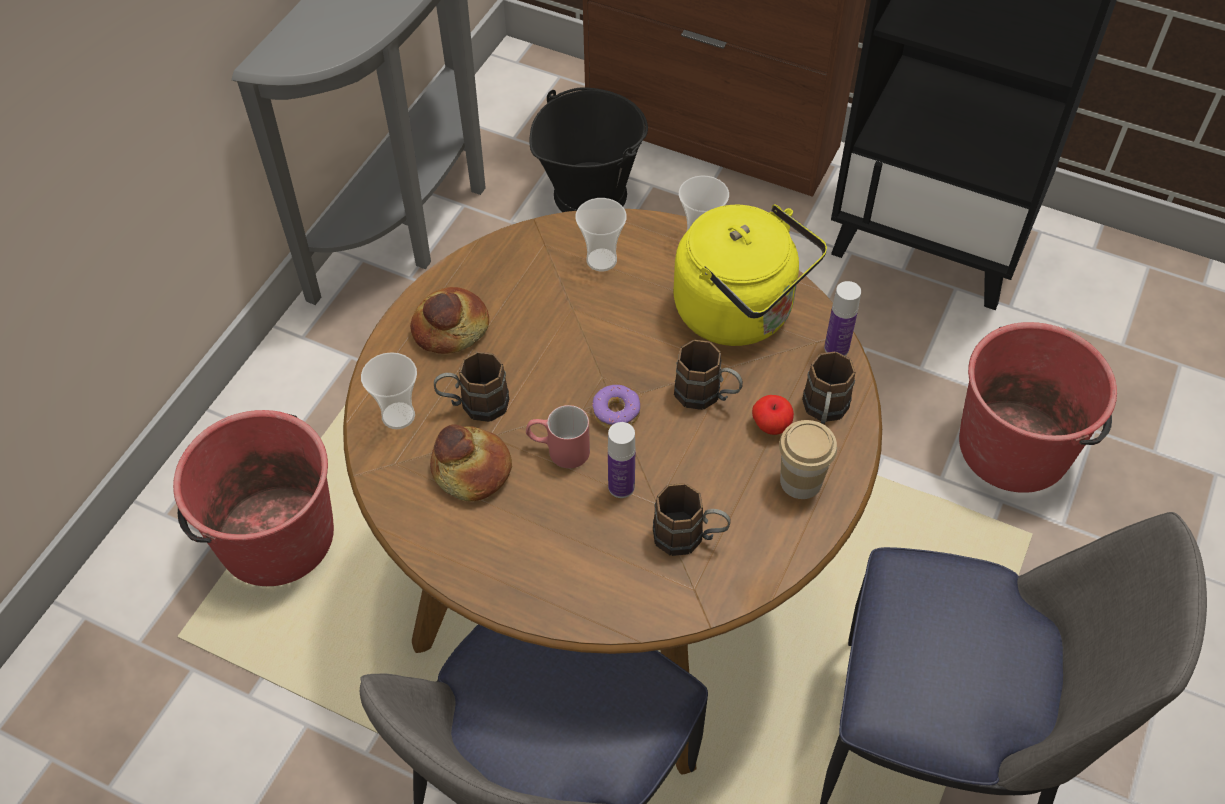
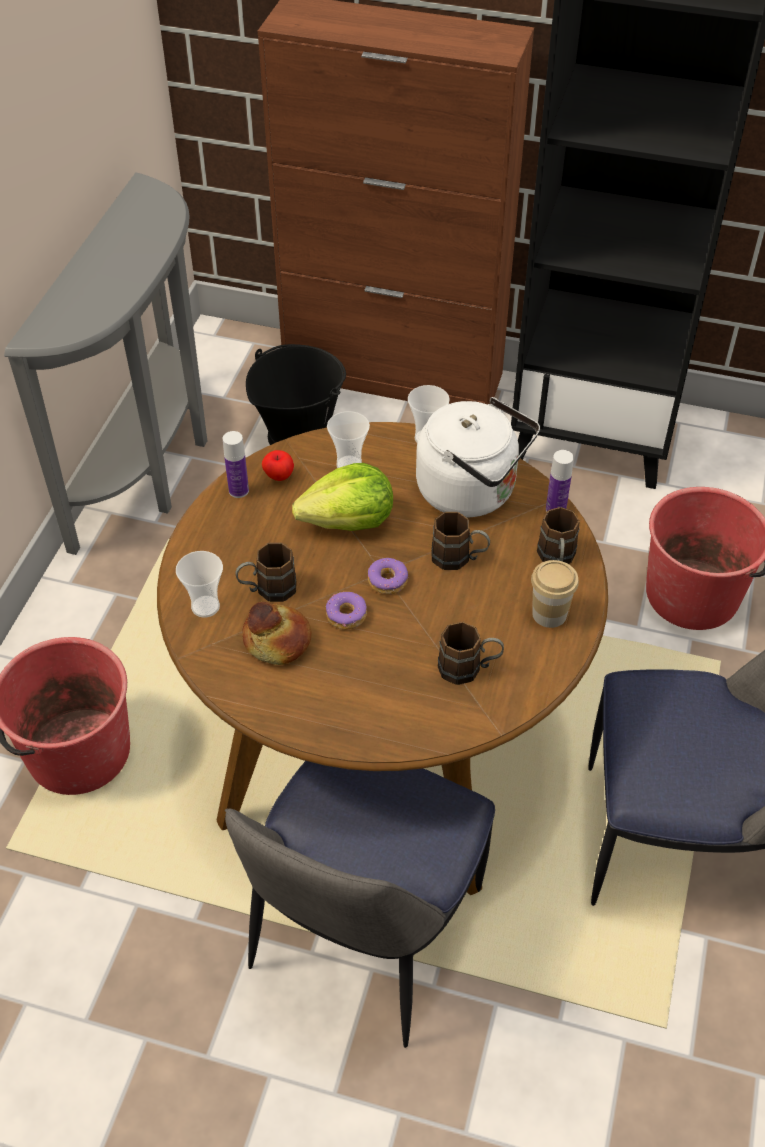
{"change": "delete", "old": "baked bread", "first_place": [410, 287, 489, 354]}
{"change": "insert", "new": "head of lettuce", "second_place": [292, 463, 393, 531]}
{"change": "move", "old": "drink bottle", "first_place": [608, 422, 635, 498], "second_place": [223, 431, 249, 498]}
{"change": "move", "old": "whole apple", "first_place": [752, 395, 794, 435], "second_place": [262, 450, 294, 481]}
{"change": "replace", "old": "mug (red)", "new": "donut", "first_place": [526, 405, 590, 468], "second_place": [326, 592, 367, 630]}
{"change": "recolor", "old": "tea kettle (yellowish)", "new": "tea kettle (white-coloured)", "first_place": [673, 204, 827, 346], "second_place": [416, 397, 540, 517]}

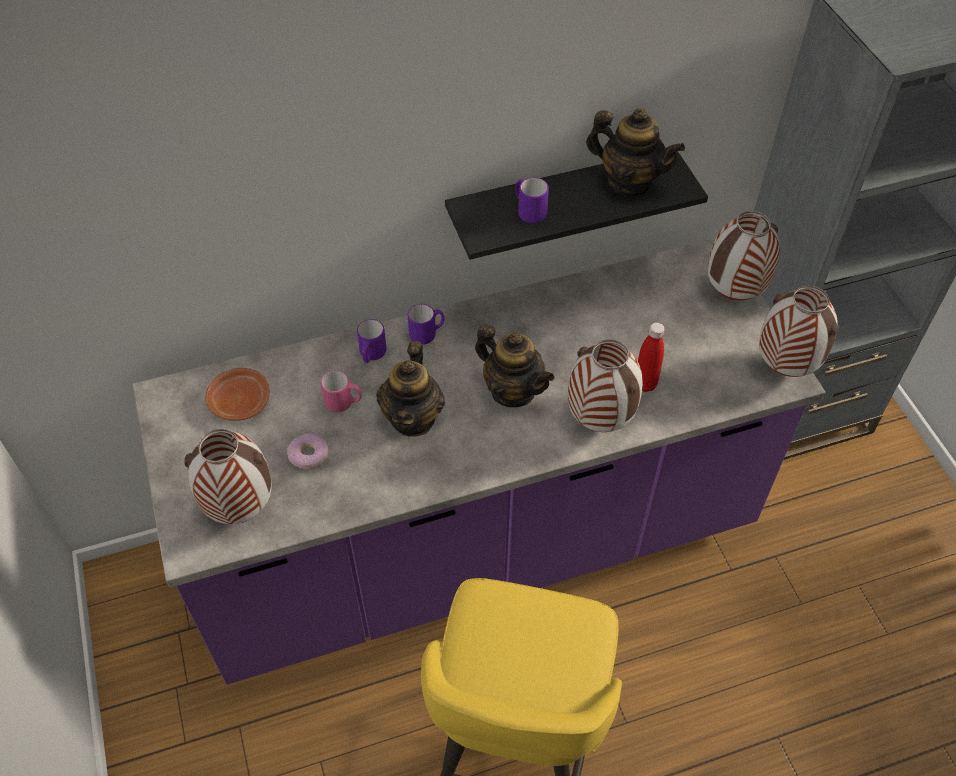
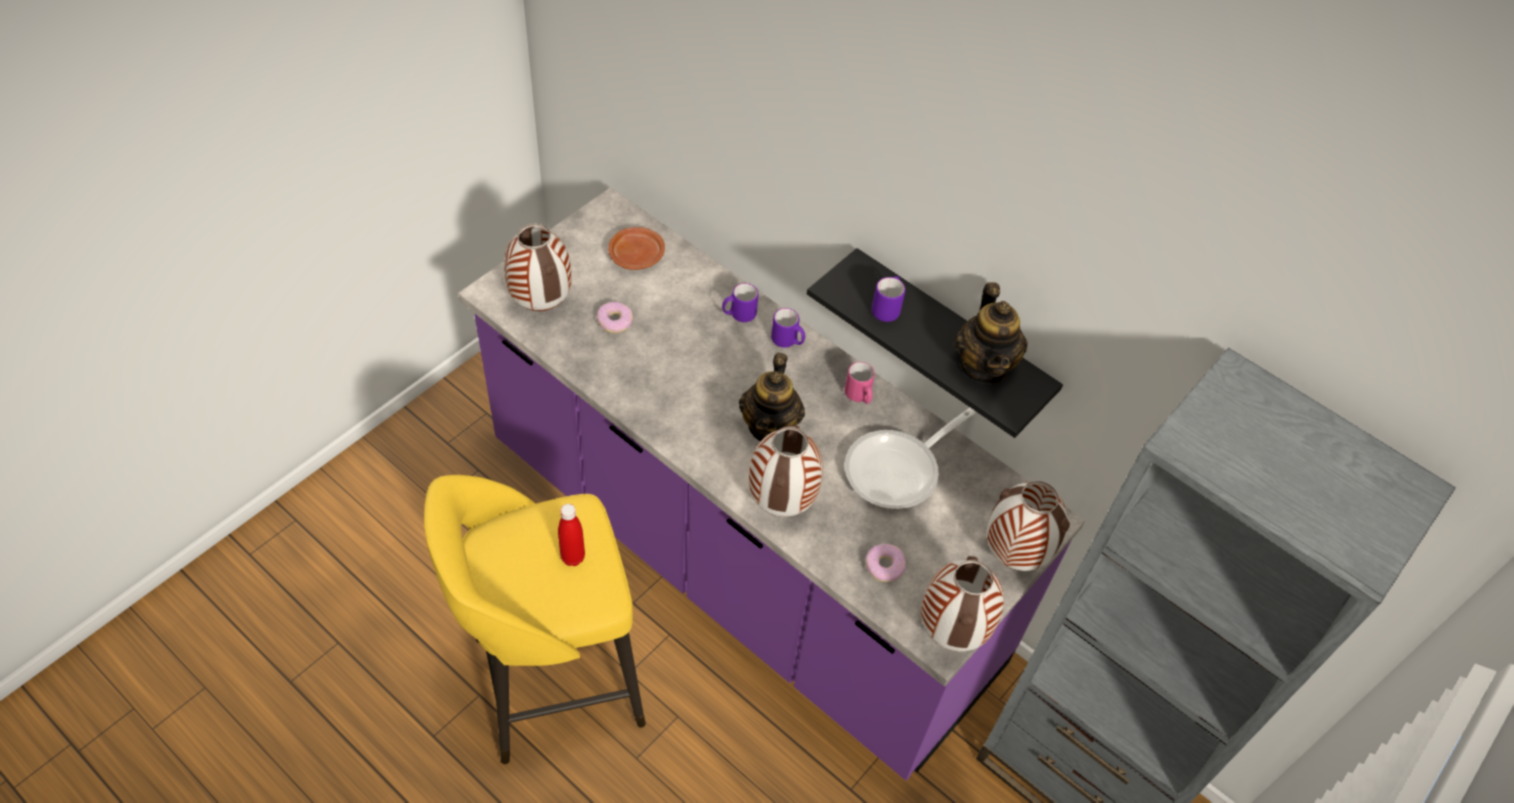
{"change": "delete", "old": "pot for tea", "first_place": [376, 341, 445, 437]}
{"change": "insert", "new": "skillet", "second_place": [845, 408, 976, 509]}
{"change": "insert", "new": "donut", "second_place": [866, 544, 906, 582]}
{"change": "move", "old": "mug (pink)", "first_place": [321, 370, 362, 413], "second_place": [845, 362, 875, 404]}
{"change": "move", "old": "drink bottle (red)", "first_place": [638, 322, 665, 392], "second_place": [558, 504, 585, 566]}

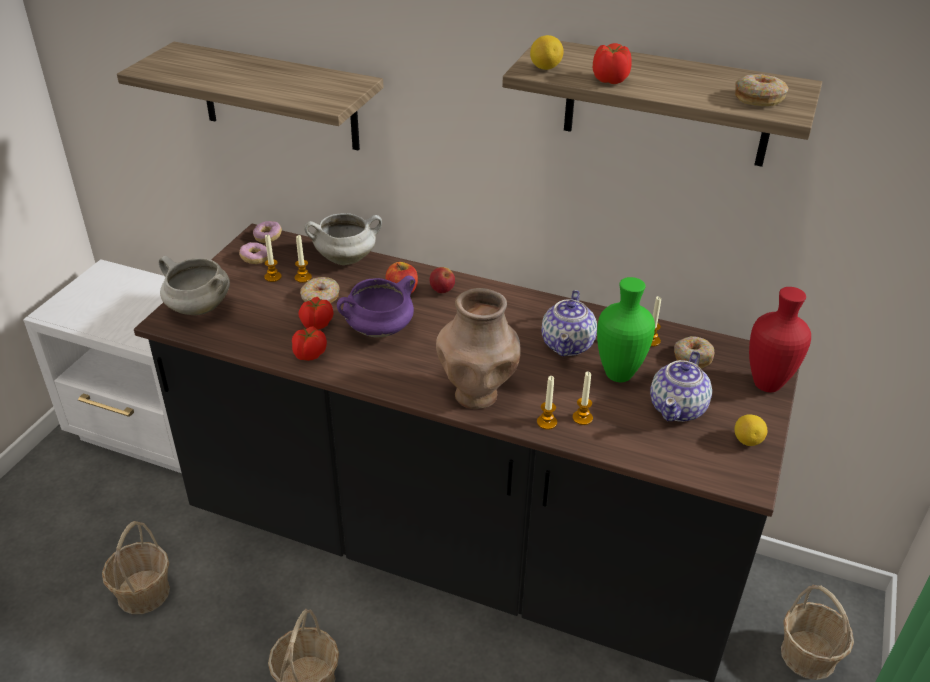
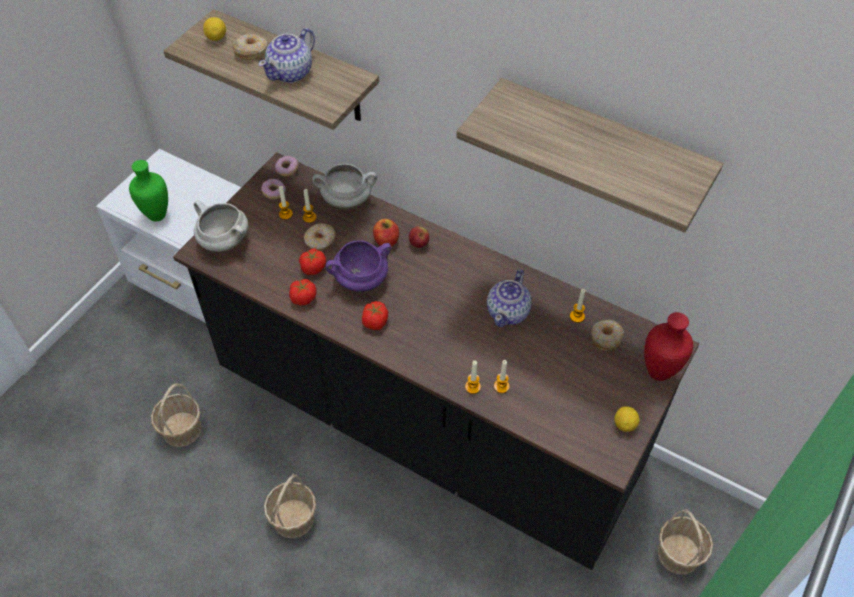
{"change": "delete", "old": "decorative vase (brown-coloured)", "first_place": [436, 288, 521, 409]}
{"change": "move", "old": "lemon", "first_place": [530, 35, 564, 70], "second_place": [203, 17, 226, 41]}
{"change": "move", "old": "whole tomato", "first_place": [593, 43, 632, 84], "second_place": [362, 301, 388, 330]}
{"change": "move", "old": "decorative vase (green-coloured)", "first_place": [597, 277, 655, 382], "second_place": [129, 160, 168, 222]}
{"change": "move", "old": "pot for tea", "first_place": [650, 351, 712, 422], "second_place": [258, 28, 315, 83]}
{"change": "move", "old": "donut", "first_place": [735, 74, 789, 106], "second_place": [232, 34, 268, 60]}

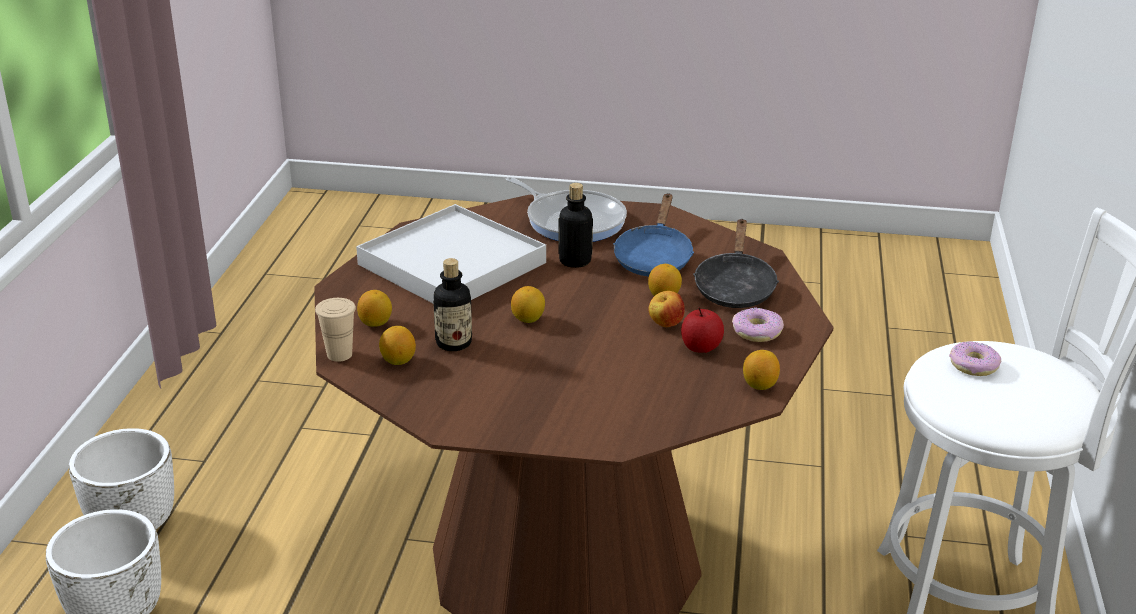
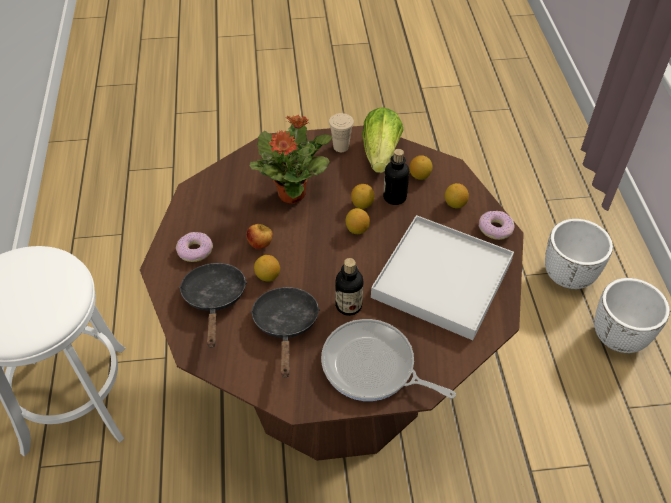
{"change": "delete", "old": "whole apple", "first_place": [681, 307, 724, 353]}
{"change": "insert", "new": "houseplant", "second_place": [250, 115, 332, 203]}
{"change": "insert", "new": "head of lettuce", "second_place": [362, 107, 403, 173]}
{"change": "move", "old": "cup (beige-coloured)", "first_place": [315, 298, 356, 362], "second_place": [329, 113, 354, 152]}
{"change": "move", "old": "lemon", "first_place": [743, 350, 780, 390], "second_place": [351, 184, 375, 209]}
{"change": "move", "old": "donut", "first_place": [949, 341, 1001, 376], "second_place": [479, 211, 514, 240]}
{"change": "recolor", "old": "skillet (blue-coloured)", "new": "skillet (black-coloured)", "first_place": [613, 193, 694, 276], "second_place": [251, 287, 320, 377]}

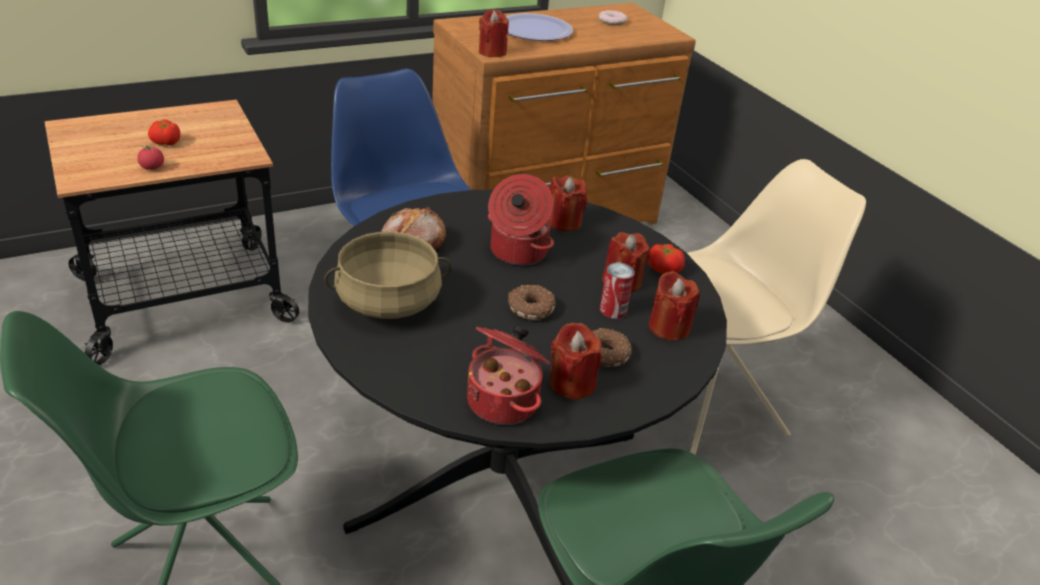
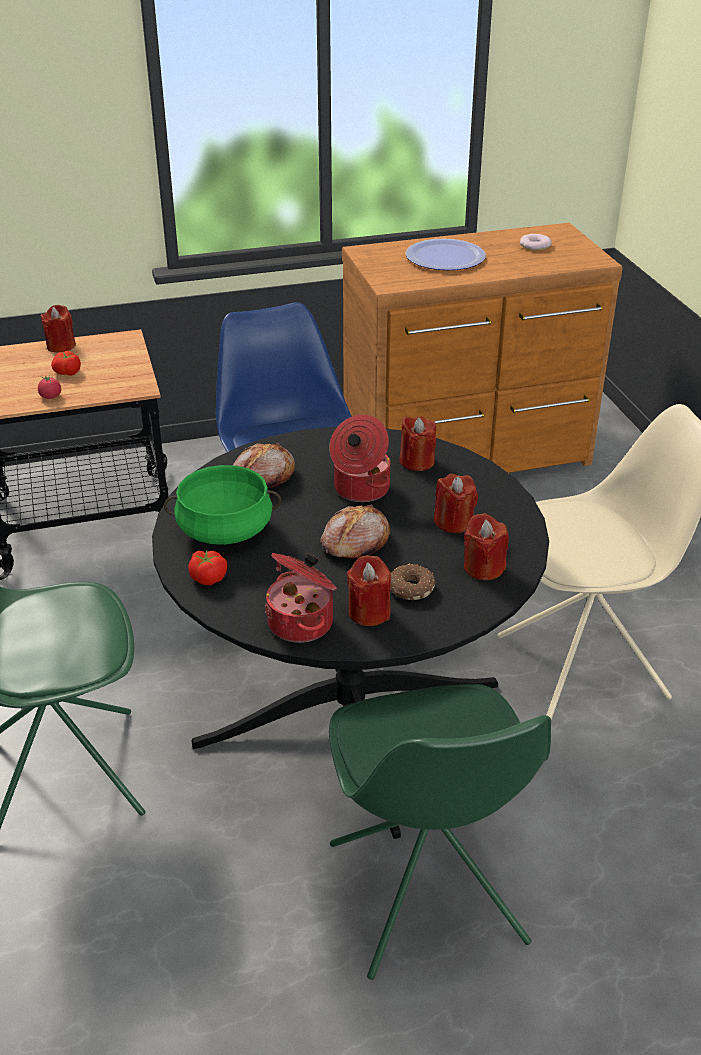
{"change": "delete", "old": "metal can", "first_place": [600, 263, 635, 319]}
{"change": "move", "old": "wax candle (red)", "first_place": [479, 10, 509, 57], "second_place": [41, 305, 76, 352]}
{"change": "move", "old": "whole tomato", "first_place": [648, 244, 685, 274], "second_place": [188, 550, 227, 585]}
{"change": "replace", "old": "donut", "new": "baked bread", "first_place": [508, 285, 556, 320], "second_place": [320, 504, 390, 558]}
{"change": "recolor", "old": "cooking pot (beige-coloured)", "new": "cooking pot (green-coloured)", "first_place": [324, 232, 452, 319], "second_place": [164, 465, 281, 545]}

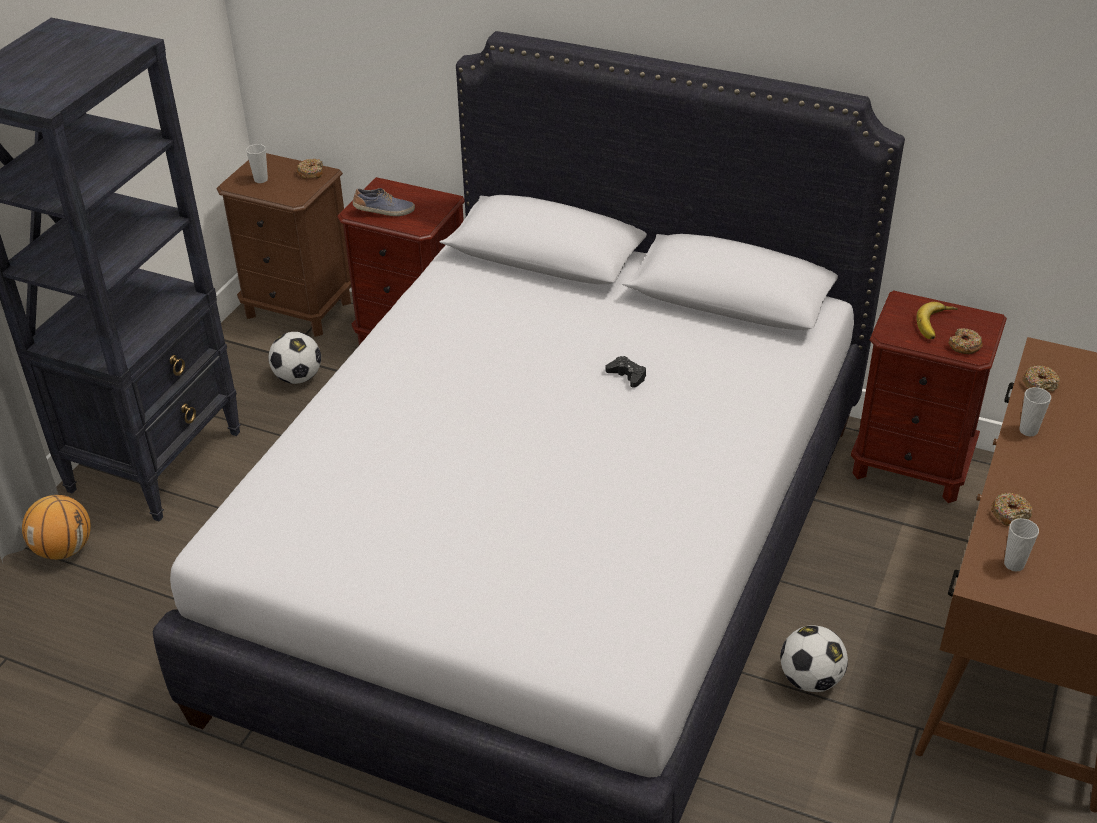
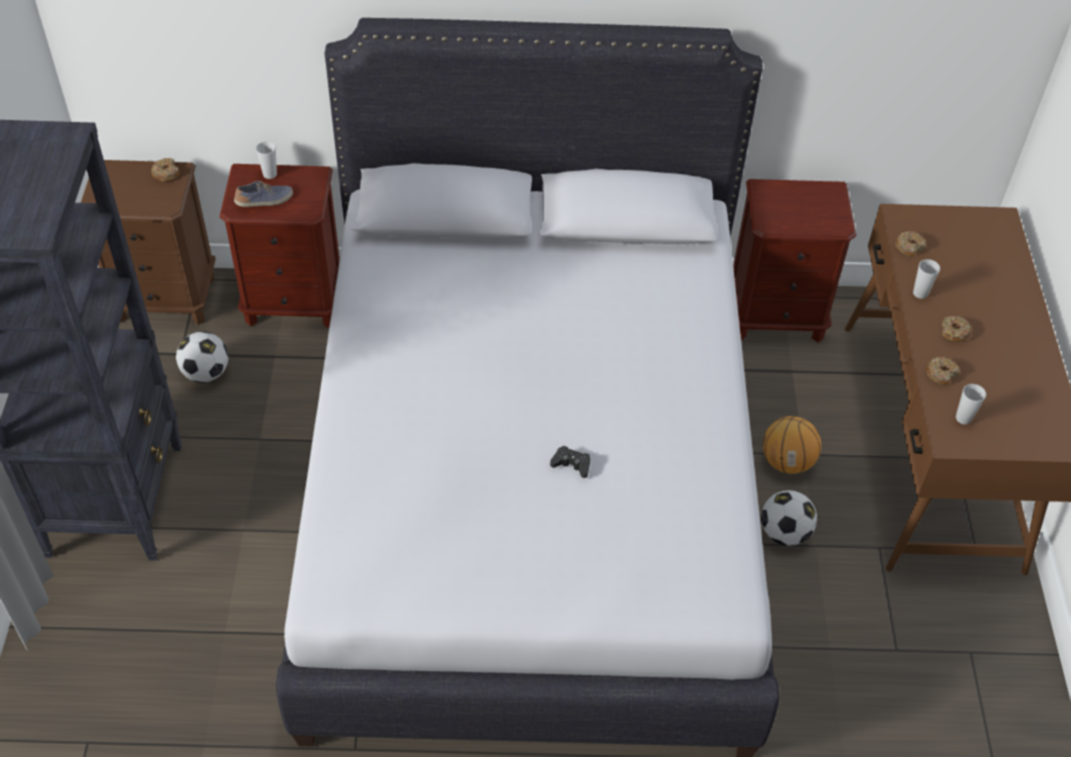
{"change": "delete", "old": "whole banana", "first_place": [916, 302, 958, 339]}
{"change": "move", "old": "basketball", "first_place": [22, 495, 91, 560], "second_place": [763, 416, 821, 474]}
{"change": "move", "old": "cup", "first_place": [246, 144, 268, 183], "second_place": [256, 141, 277, 179]}
{"change": "move", "old": "gamepad (black-coloured)", "first_place": [605, 356, 646, 388], "second_place": [550, 446, 590, 478]}
{"change": "move", "old": "donut", "first_place": [948, 328, 983, 354], "second_place": [942, 316, 971, 342]}

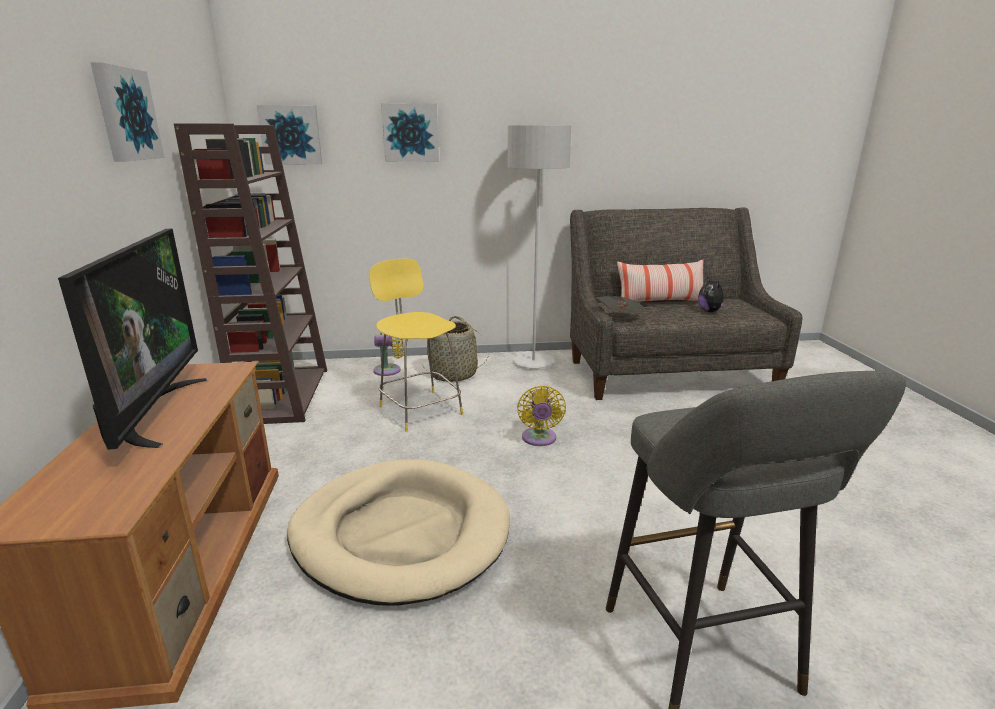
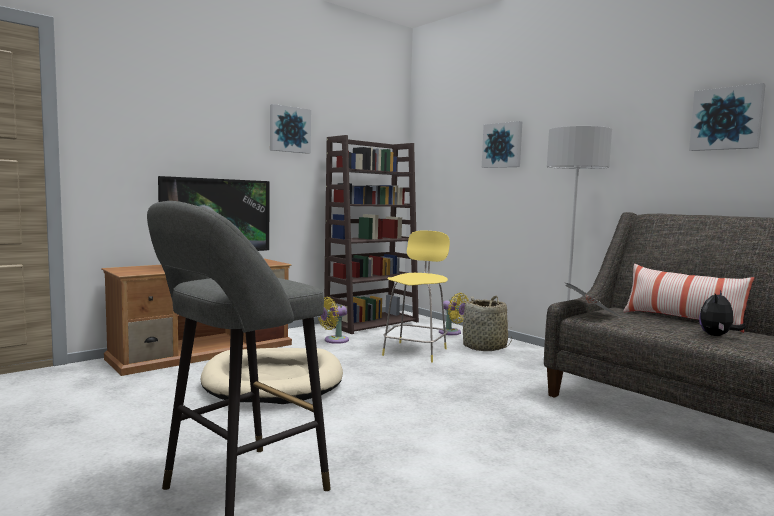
{"change": "move", "old": "picture", "first_place": [257, 105, 322, 165], "second_place": [689, 83, 766, 151]}
{"change": "move", "old": "electric fan (yellowish)", "first_place": [517, 385, 566, 446], "second_place": [318, 297, 349, 344]}

